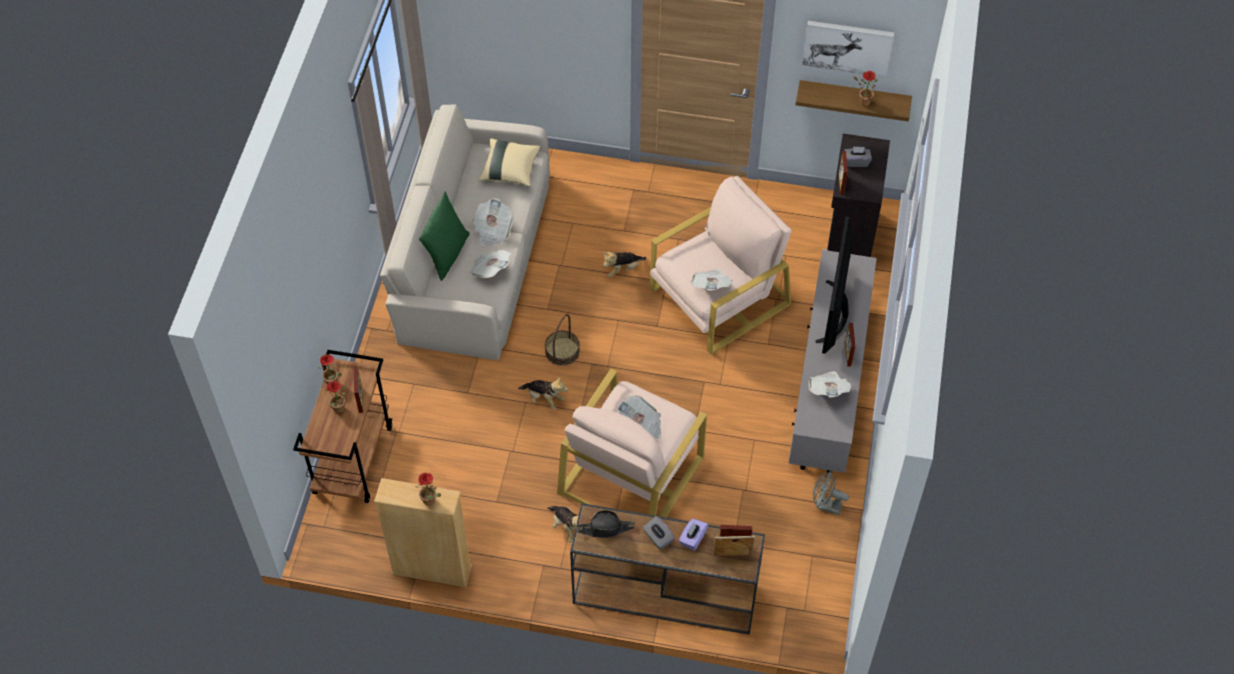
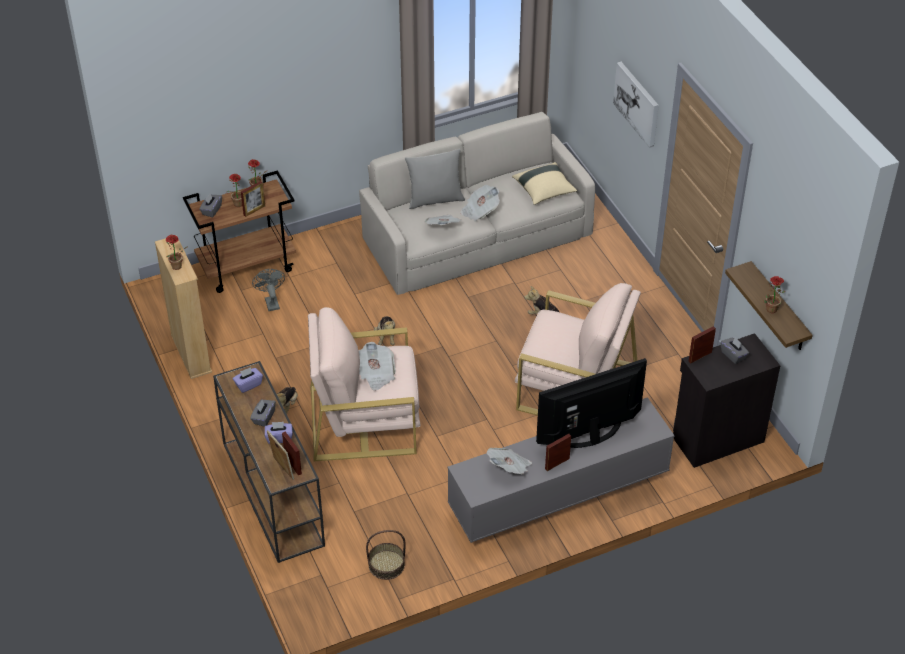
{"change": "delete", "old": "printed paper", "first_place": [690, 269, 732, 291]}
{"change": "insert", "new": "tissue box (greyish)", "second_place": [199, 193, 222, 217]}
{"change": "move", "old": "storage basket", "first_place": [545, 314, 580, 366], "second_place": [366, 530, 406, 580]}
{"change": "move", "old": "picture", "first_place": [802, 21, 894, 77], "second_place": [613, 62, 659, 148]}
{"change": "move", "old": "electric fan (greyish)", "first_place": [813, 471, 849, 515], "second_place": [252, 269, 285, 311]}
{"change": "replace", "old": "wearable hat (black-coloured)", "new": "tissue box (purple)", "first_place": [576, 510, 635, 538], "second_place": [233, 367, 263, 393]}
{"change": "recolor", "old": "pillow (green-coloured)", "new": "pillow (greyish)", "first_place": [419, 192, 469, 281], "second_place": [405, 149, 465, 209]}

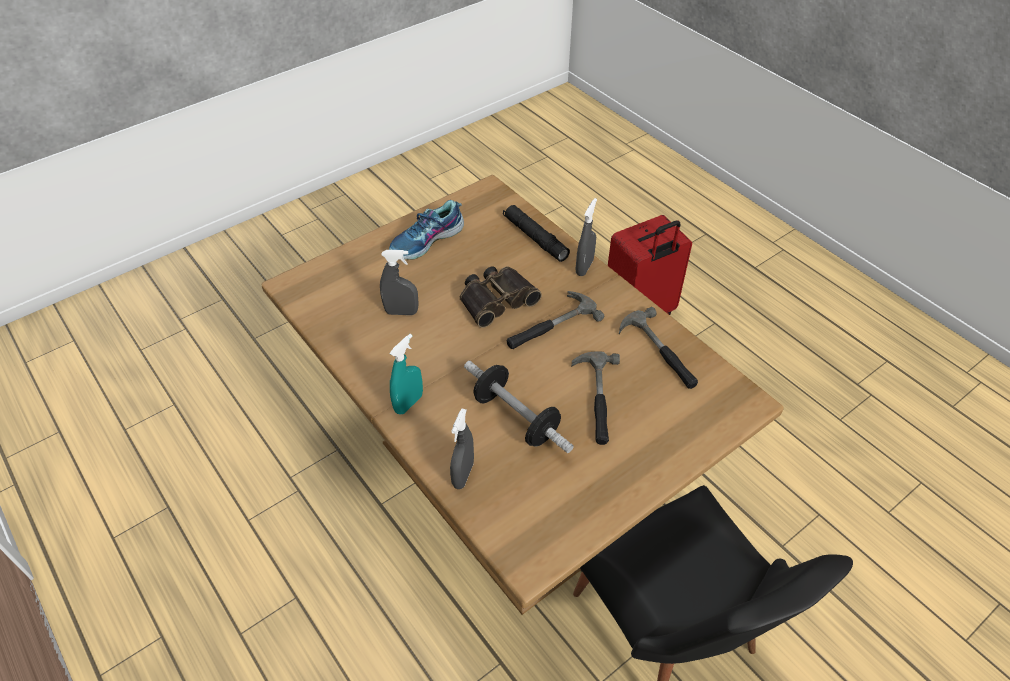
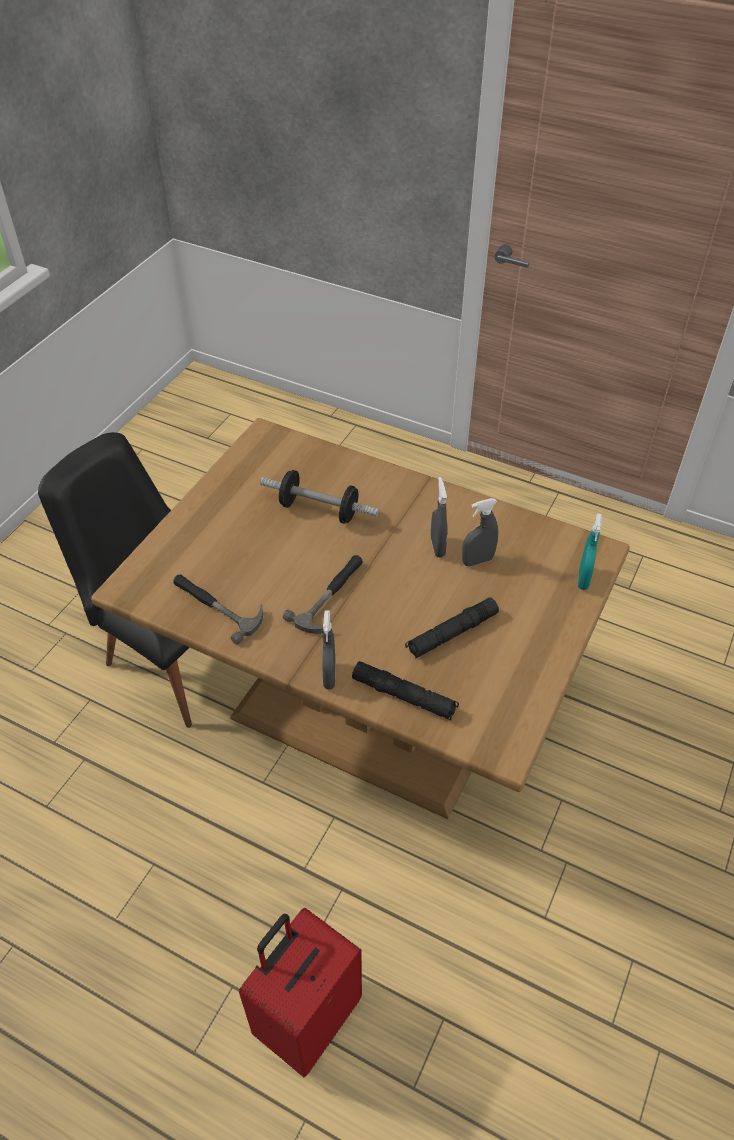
{"change": "delete", "old": "item of footwear", "first_place": [389, 200, 464, 260]}
{"change": "delete", "old": "binoculars", "first_place": [460, 266, 542, 328]}
{"change": "delete", "old": "tool hammer", "first_place": [571, 351, 620, 445]}
{"change": "insert", "new": "flashlight (black-coloured)", "second_place": [405, 597, 499, 659]}
{"change": "move", "old": "spray bottle (blue-green)", "first_place": [389, 334, 423, 414], "second_place": [578, 513, 602, 590]}
{"change": "move", "old": "spray bottle (greyish)", "first_place": [450, 408, 474, 489], "second_place": [431, 477, 448, 557]}

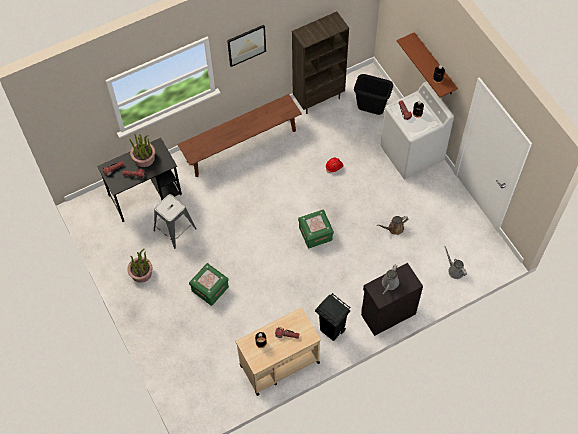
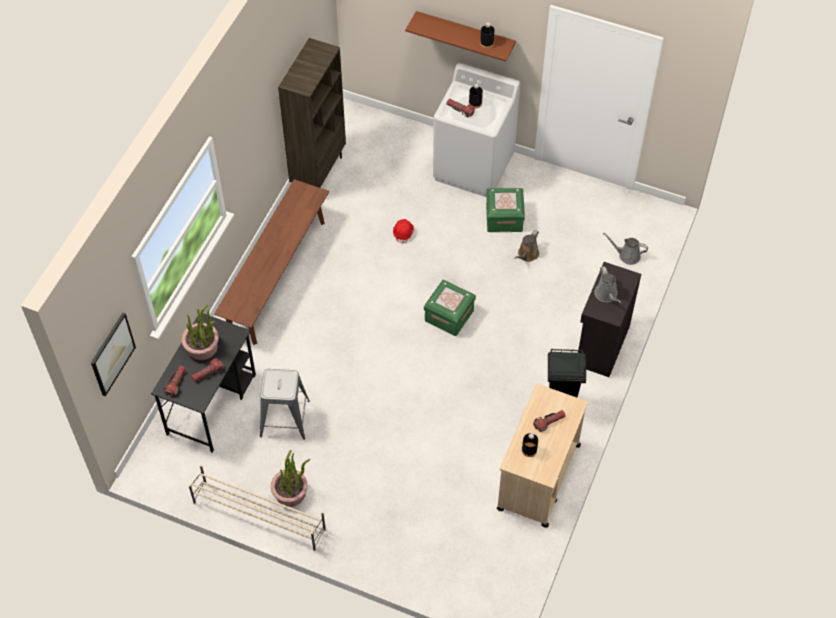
{"change": "delete", "old": "rubbish bin (black-coloured)", "first_place": [354, 74, 393, 115]}
{"change": "insert", "new": "shoe rack (beige-coloured)", "second_place": [188, 464, 326, 551]}
{"change": "move", "old": "storage box (green-coloured)", "first_place": [189, 263, 229, 306], "second_place": [486, 188, 525, 232]}
{"change": "move", "old": "picture", "first_place": [227, 25, 266, 67], "second_place": [91, 313, 136, 397]}

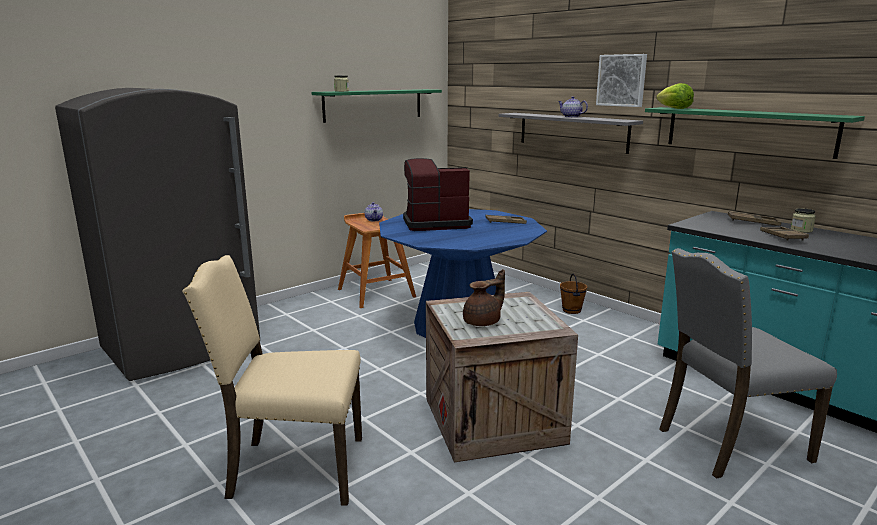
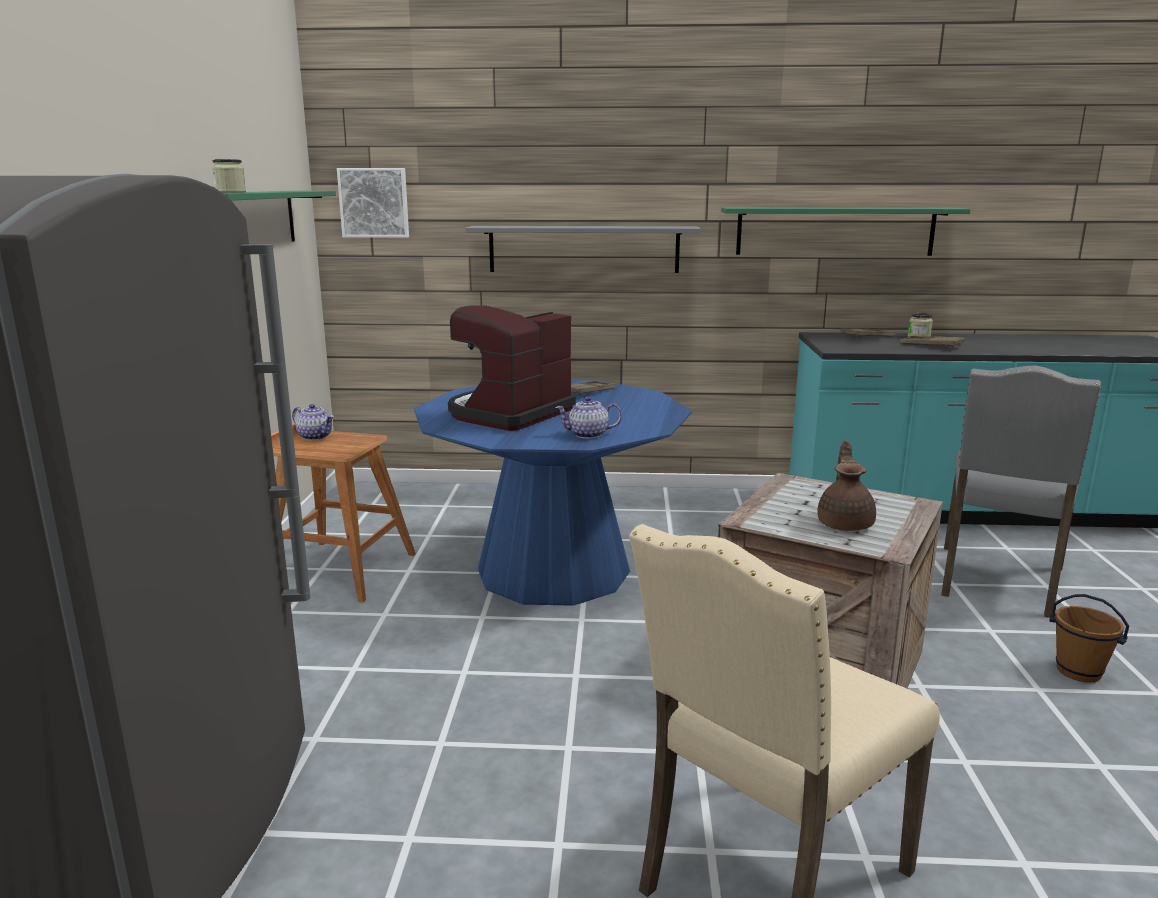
{"change": "delete", "old": "head of lettuce", "first_place": [656, 83, 694, 109]}
{"change": "move", "old": "pot for tea", "first_place": [558, 96, 588, 117], "second_place": [555, 396, 622, 439]}
{"change": "move", "old": "pail (brown-coloured)", "first_place": [560, 273, 587, 314], "second_place": [1049, 594, 1129, 682]}
{"change": "move", "old": "picture", "first_place": [596, 54, 647, 107], "second_place": [337, 168, 409, 238]}

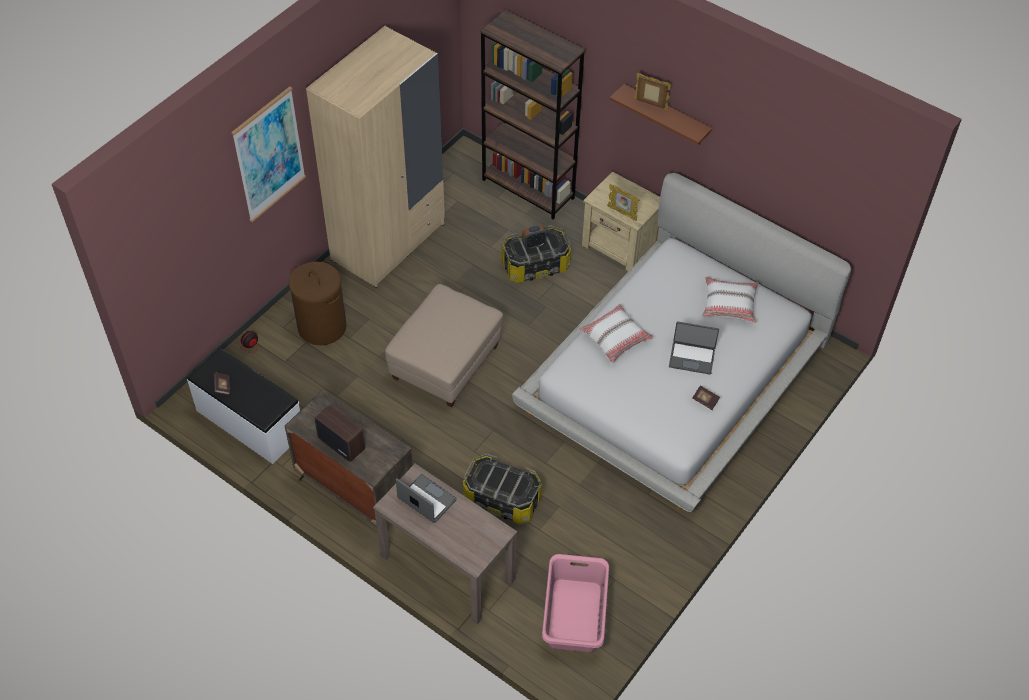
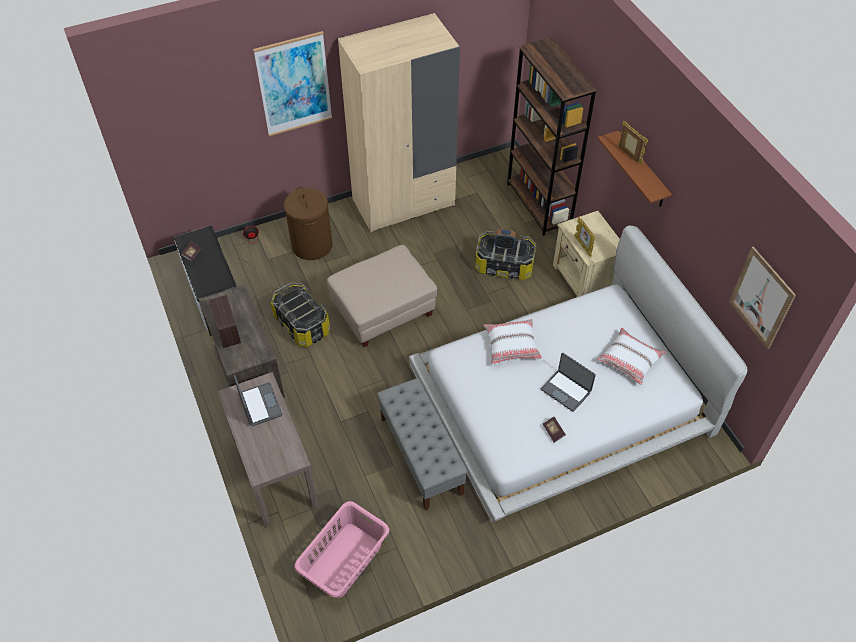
{"change": "insert", "new": "bench (greyish)", "second_place": [377, 378, 468, 510]}
{"change": "insert", "new": "picture", "second_place": [729, 246, 796, 349]}
{"change": "move", "old": "storage box", "first_place": [463, 454, 542, 524], "second_place": [271, 282, 330, 347]}

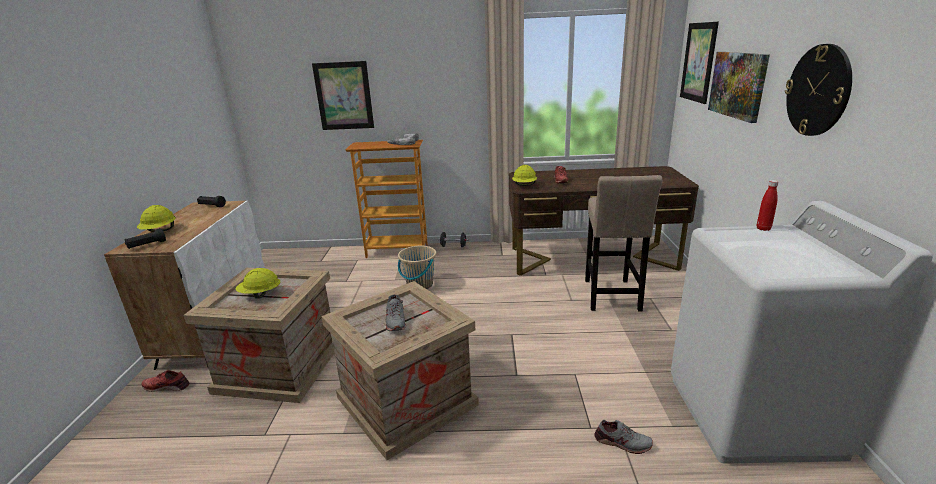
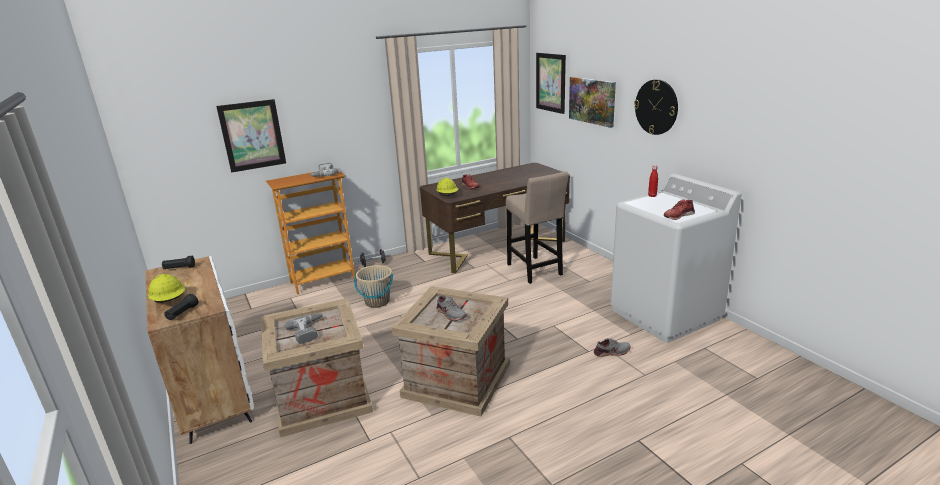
{"change": "move", "old": "item of footwear (red)", "first_place": [141, 370, 189, 392], "second_place": [663, 199, 695, 220]}
{"change": "replace", "old": "work helmet (yellowish)", "new": "drill", "first_place": [235, 268, 281, 299], "second_place": [285, 313, 323, 344]}

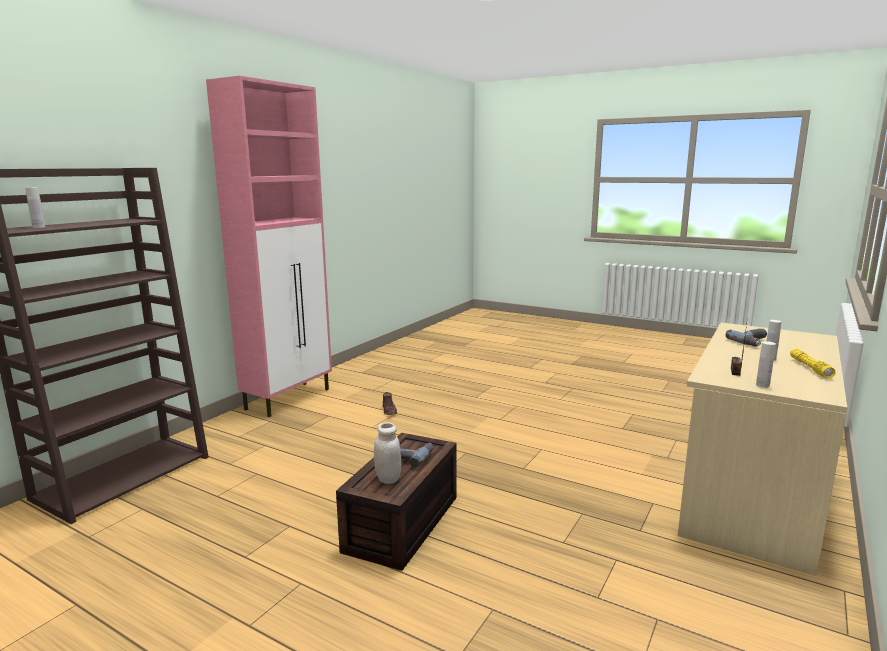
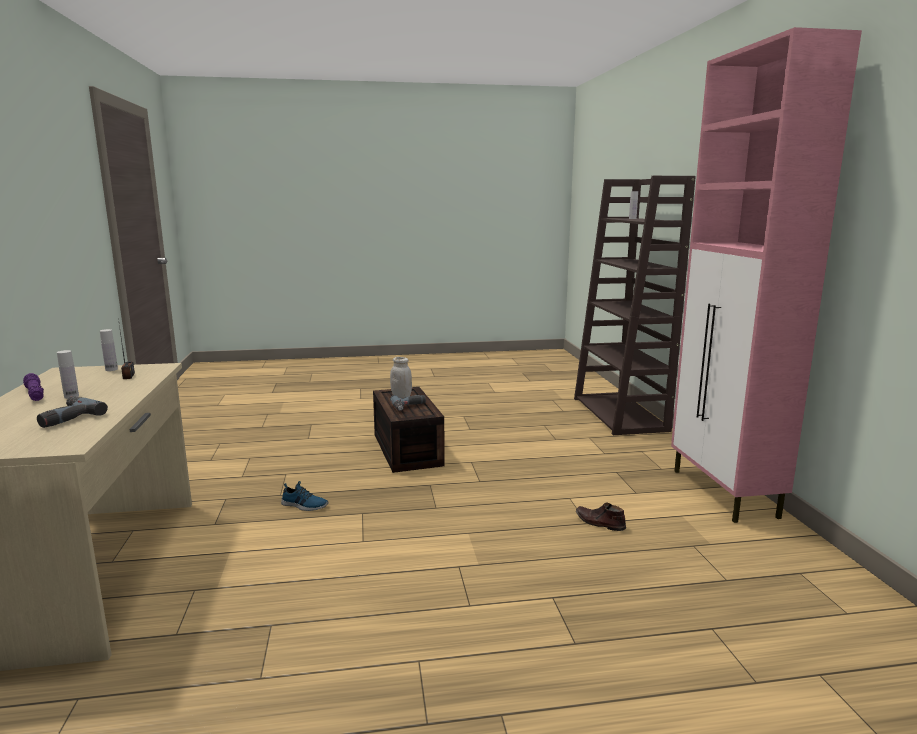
{"change": "insert", "new": "item of footwear", "second_place": [281, 481, 328, 511]}
{"change": "recolor", "old": "flashlight (yellowish)", "new": "flashlight (purple)", "first_place": [790, 349, 836, 379], "second_place": [23, 373, 44, 401]}

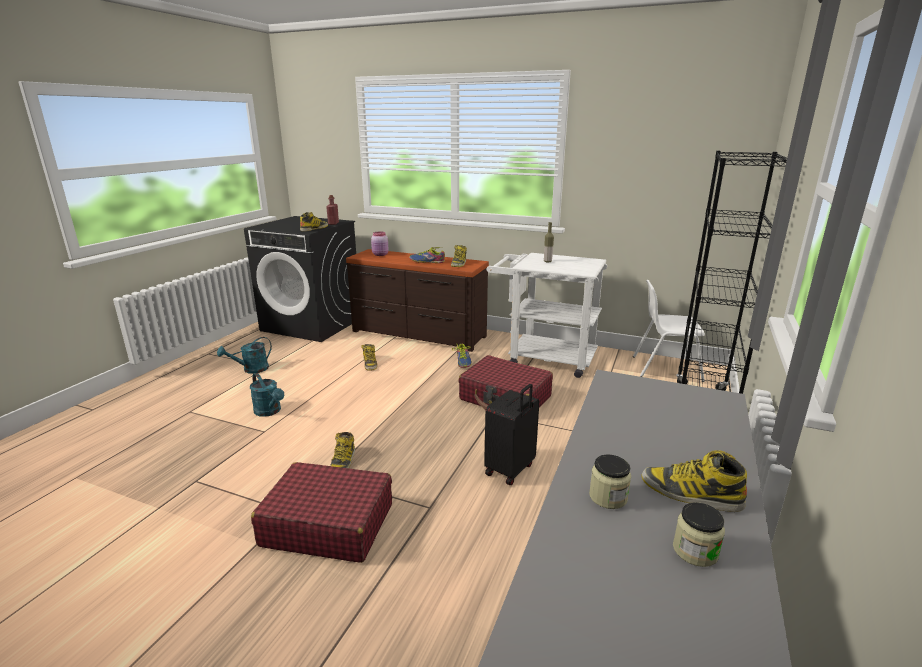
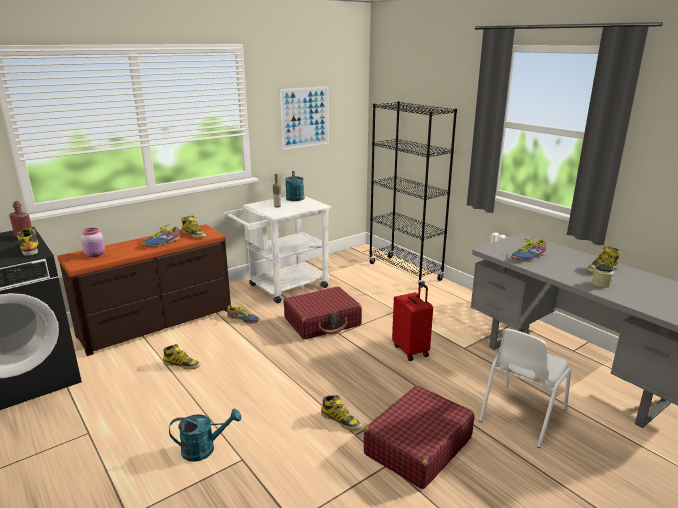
{"change": "delete", "old": "preserve jar", "first_place": [673, 502, 725, 567]}
{"change": "insert", "new": "picture", "second_place": [279, 86, 329, 150]}
{"change": "insert", "new": "item of footwear", "second_place": [511, 237, 546, 261]}
{"change": "move", "old": "sprinkling can (blue-green)", "first_place": [217, 337, 272, 374], "second_place": [285, 171, 304, 201]}
{"change": "move", "old": "chair (white-coloured)", "first_place": [633, 280, 705, 382], "second_place": [479, 328, 571, 448]}
{"change": "recolor", "old": "travel case (black-coloured)", "new": "travel case (red)", "first_place": [484, 384, 539, 485], "second_place": [392, 282, 433, 361]}

